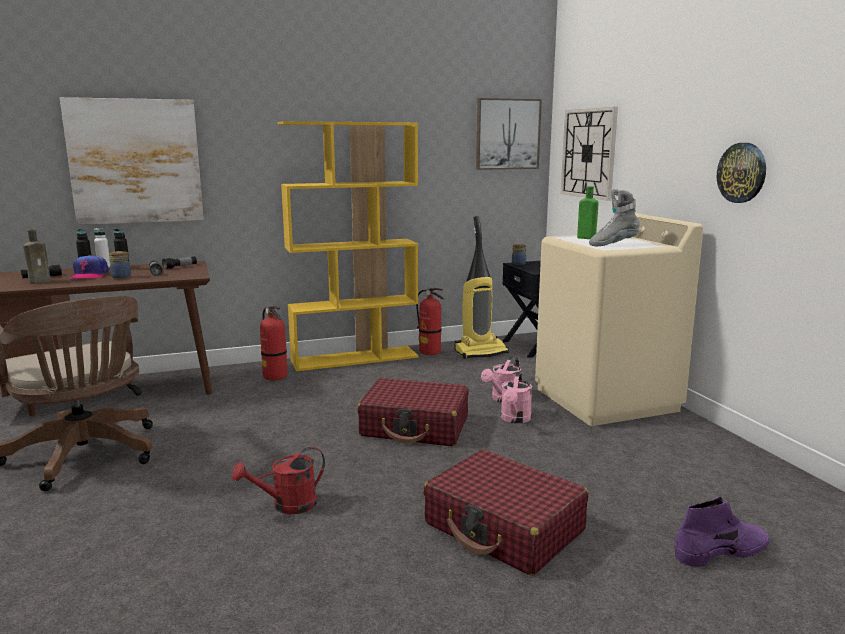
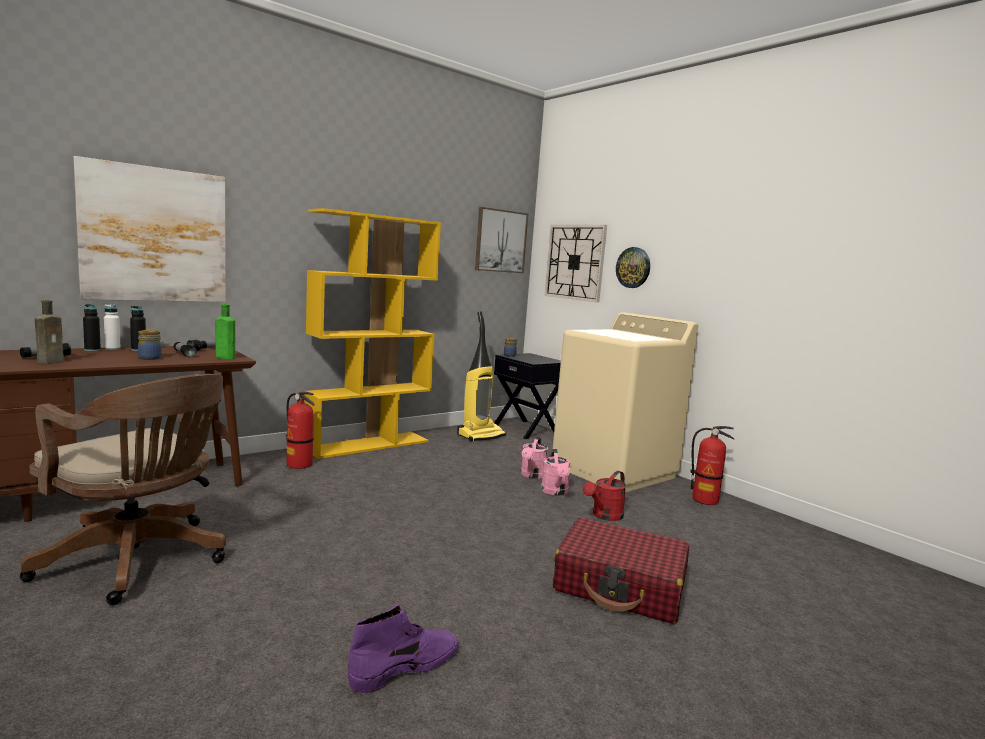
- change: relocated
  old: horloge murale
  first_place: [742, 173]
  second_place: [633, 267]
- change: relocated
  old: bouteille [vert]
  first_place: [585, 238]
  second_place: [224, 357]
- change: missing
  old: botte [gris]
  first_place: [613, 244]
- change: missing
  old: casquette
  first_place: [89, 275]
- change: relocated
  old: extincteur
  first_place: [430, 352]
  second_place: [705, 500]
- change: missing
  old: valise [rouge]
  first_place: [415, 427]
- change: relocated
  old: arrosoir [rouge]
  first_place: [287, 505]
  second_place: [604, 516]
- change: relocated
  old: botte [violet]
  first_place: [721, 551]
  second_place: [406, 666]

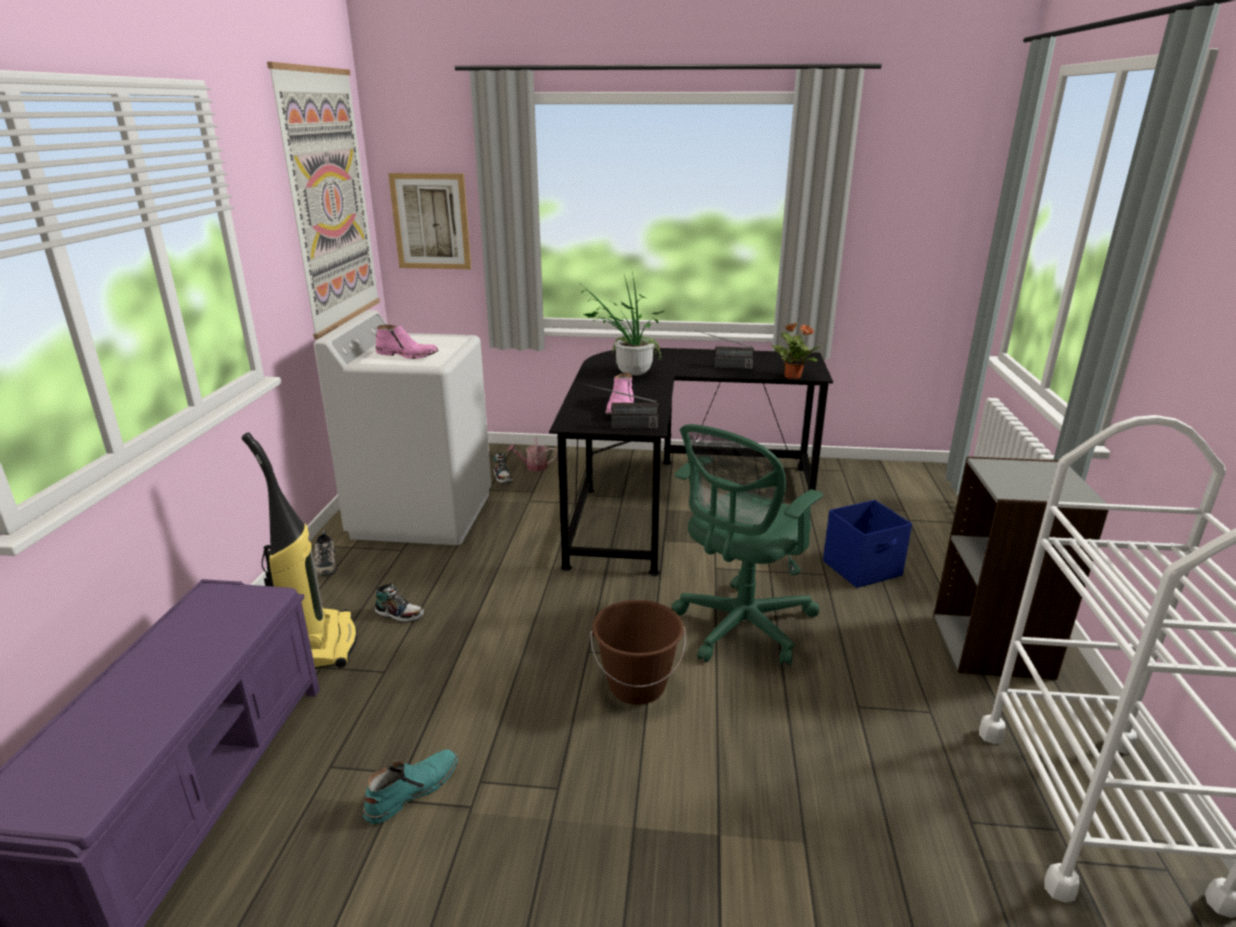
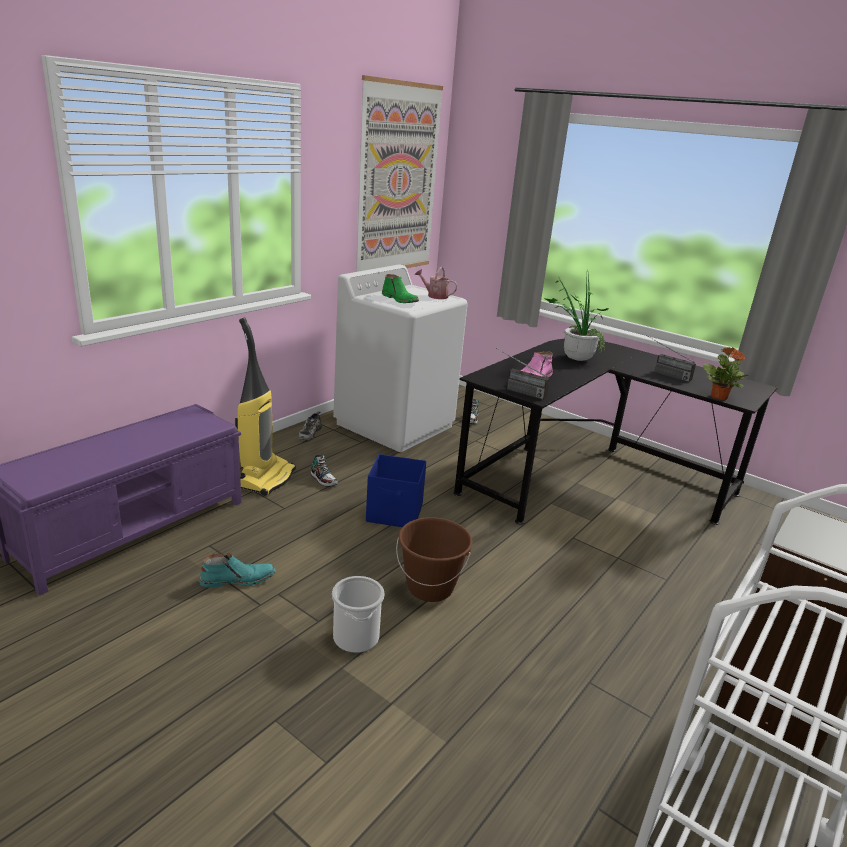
- change: missing
  old: tableau
  first_place: [431, 221]
- change: colour
  old: botte [rose]
  new: botte [vert]
  first_place: [408, 355]
  second_place: [400, 300]
- change: missing
  old: chaise de bureau [vert]
  first_place: [739, 628]
- change: relocated
  old: arrosoir
  first_place: [533, 466]
  second_place: [435, 296]
- change: relocated
  old: boîte de rangement [bleu]
  first_place: [863, 568]
  second_place: [395, 513]
- change: appeared
  new: seau
  second_place: [355, 637]

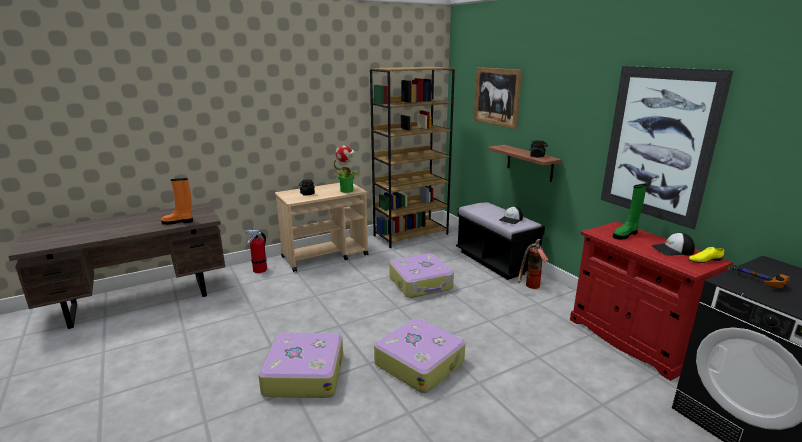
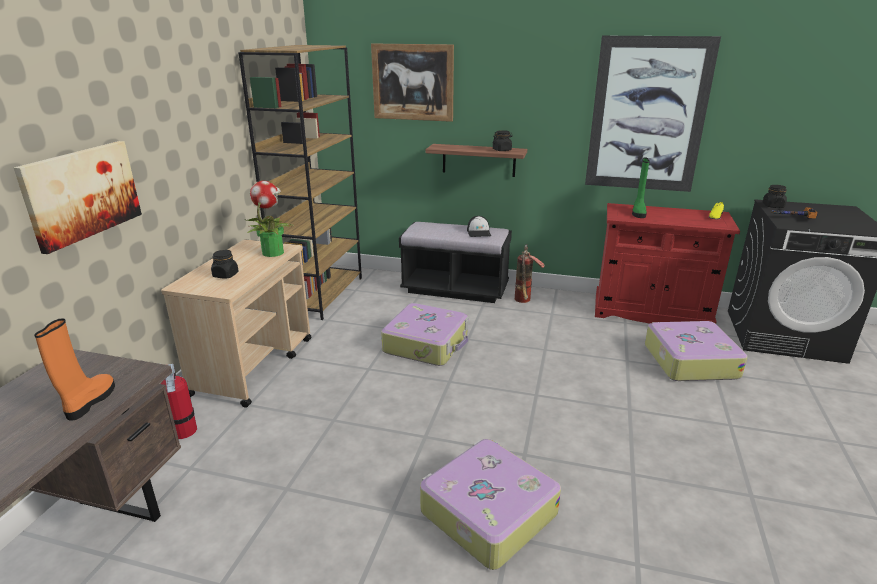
- change: spun
  old: botte [orange]
  first_place: [178, 222]
  second_place: [90, 402]
  degrees: 150
- change: missing
  old: casquette
  first_place: [672, 250]
- change: relocated
  old: valise
  first_place: [419, 362]
  second_place: [689, 361]
- change: appeared
  new: tableau
  second_place: [82, 193]
- change: appeared
  new: bocal [noir]
  second_place: [773, 206]

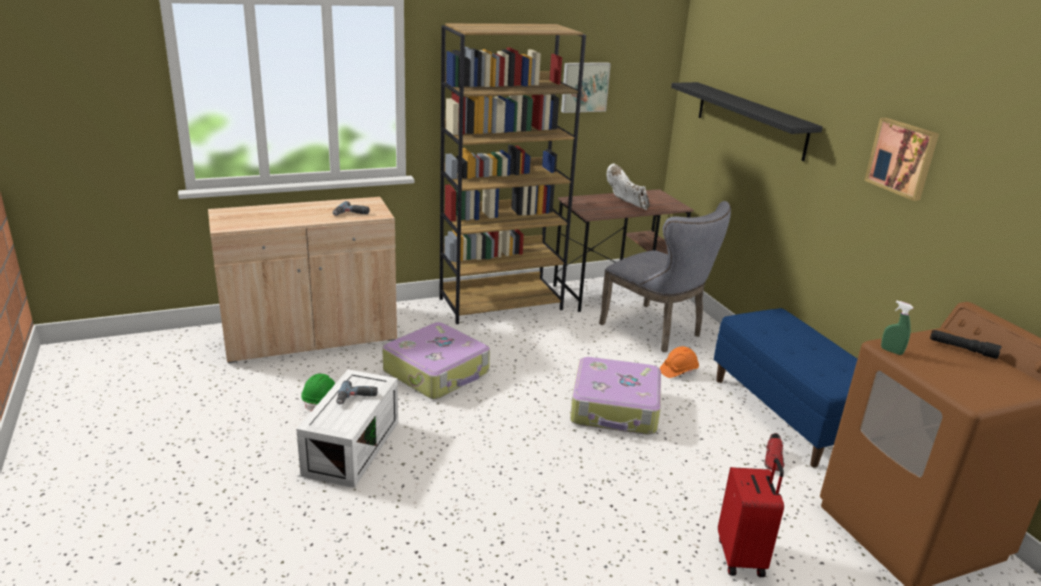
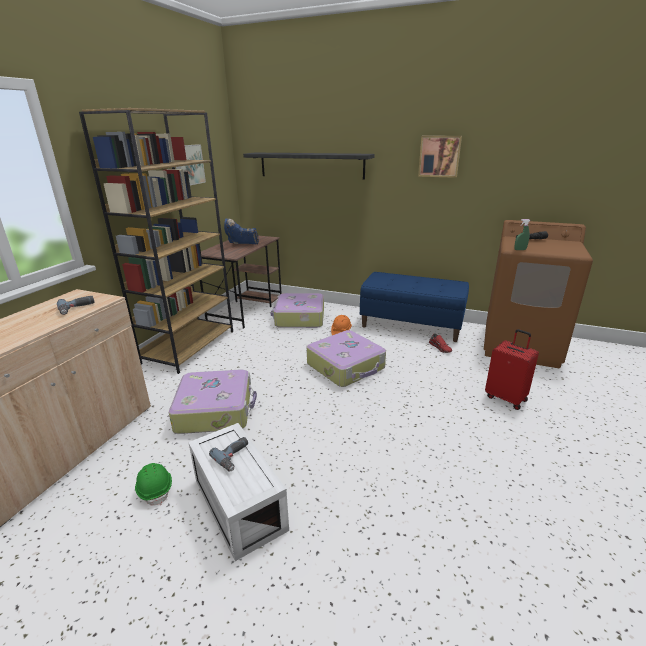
- change: colour
  old: botte [blanc]
  new: botte [bleu]
  first_place: [626, 204]
  second_place: [242, 245]
- change: exchanged
  old: chaise [gris]
  new: valise
  first_place: [657, 331]
  second_place: [299, 318]

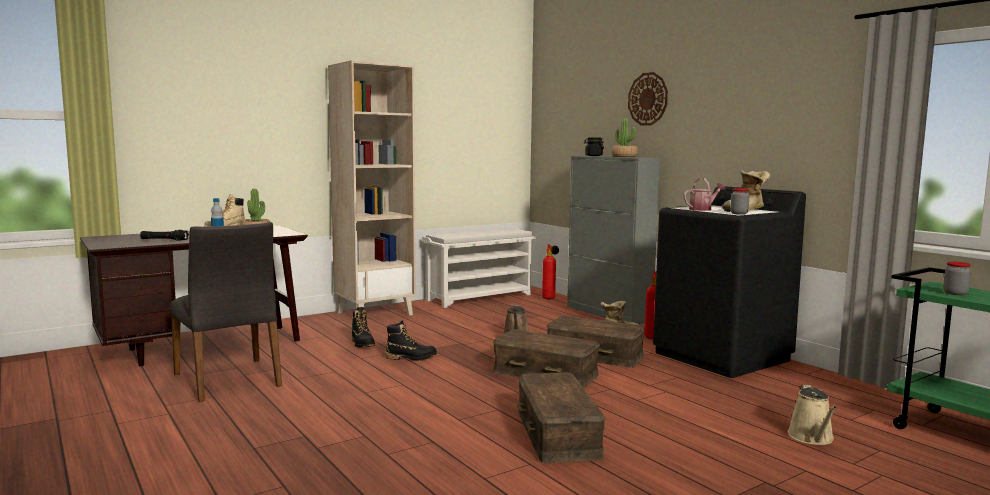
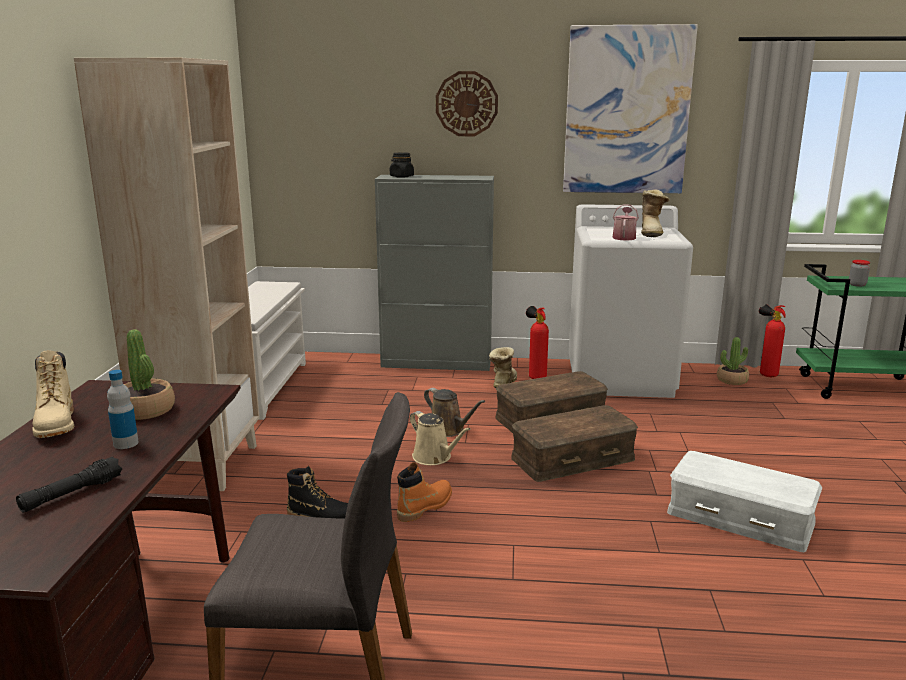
- change: relocated
  old: plante en pot
  first_place: [624, 157]
  second_place: [732, 380]
- change: colour
  old: lave-linge [noir]
  new: lave-linge [blanc]
  first_place: [722, 356]
  second_place: [620, 378]
- change: missing
  old: bocal
  first_place: [739, 213]
- change: relocated
  old: extincteur
  first_place: [549, 298]
  second_place: [765, 374]
- change: colour
  old: botte [noir]
  new: botte [orange]
  first_place: [411, 358]
  second_place: [425, 507]
- change: colour
  old: boîte de rangement [marron]
  new: boîte de rangement [blanc]
  first_place: [559, 433]
  second_place: [740, 516]
- change: relocated
  old: arrosoir [beige]
  first_place: [812, 438]
  second_place: [434, 457]
- change: appeared
  new: tableau
  second_place: [627, 111]

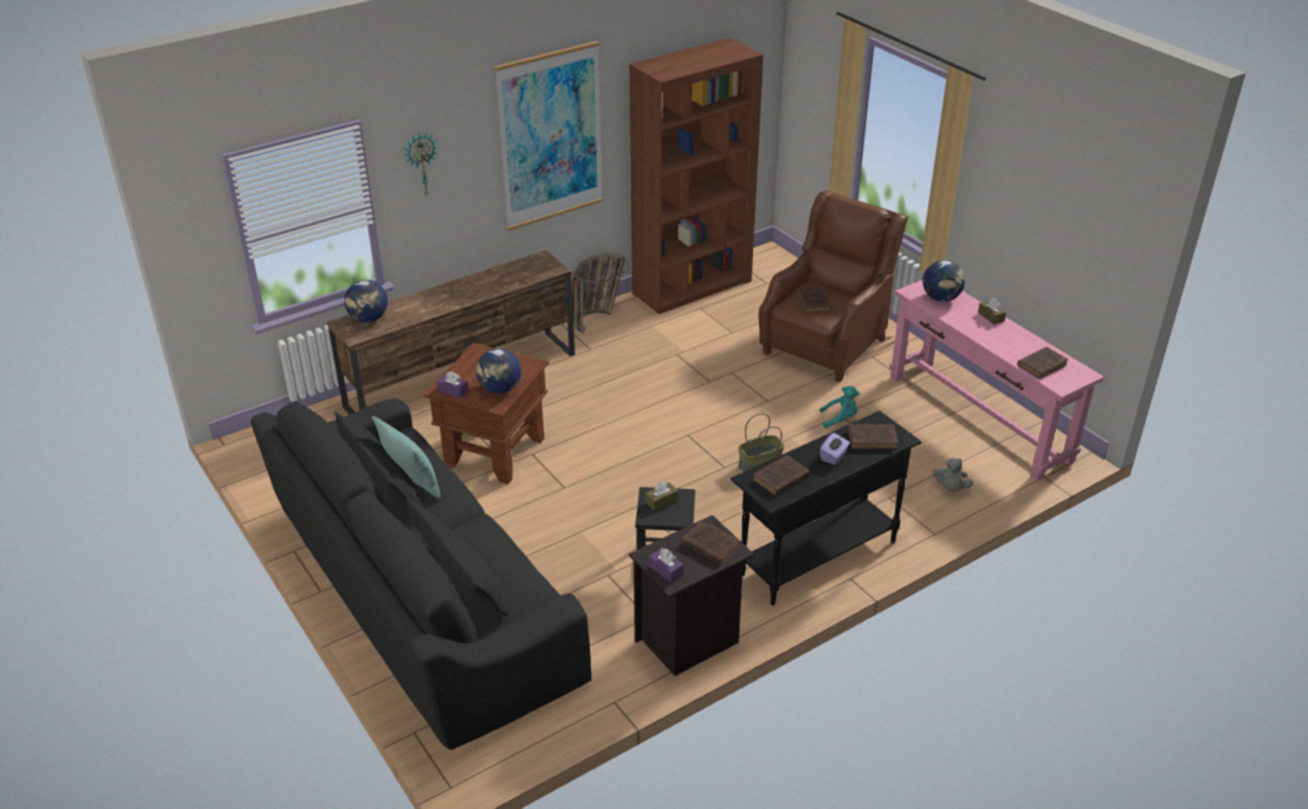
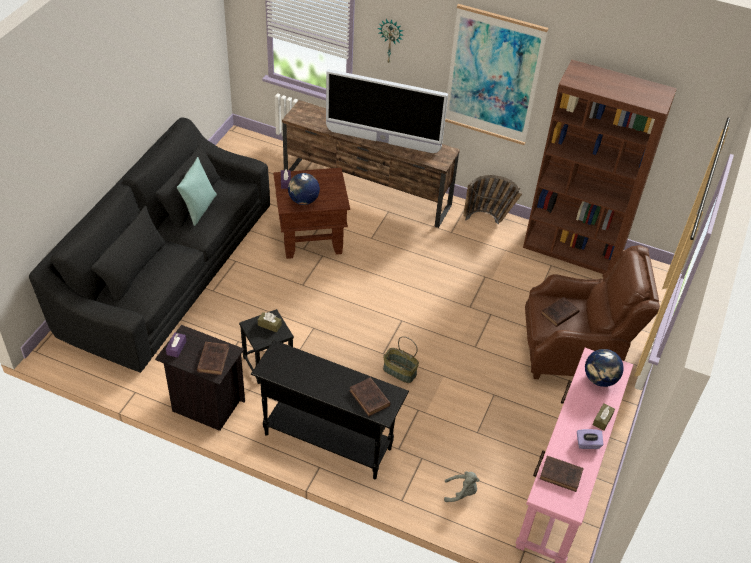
- change: missing
  old: globe
  first_place: [369, 319]
- change: missing
  old: peluche [turquoise]
  first_place: [840, 419]
- change: relocated
  old: boîte à mouchoirs [violet]
  first_place: [833, 456]
  second_place: [588, 444]
- change: missing
  old: livre [marron]
  first_place: [779, 479]
- change: spun
  old: peluche [gris]
  first_place: [950, 488]
  second_place: [461, 492]
  degrees: -150
- change: appeared
  new: téléviseur
  second_place: [382, 141]

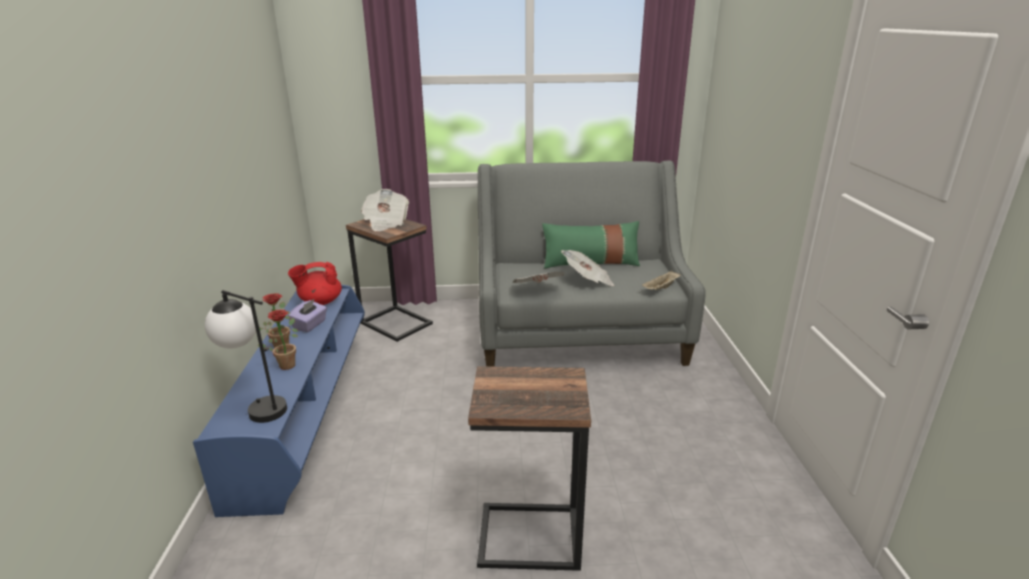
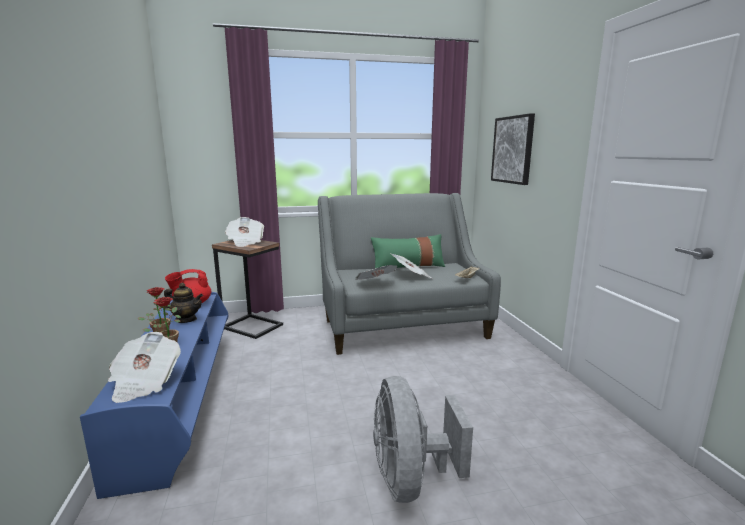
- change: exchanged
  old: lampe de table
  new: journal
  first_place: [257, 407]
  second_place: [144, 383]
- change: exchanged
  old: boîte à mouchoirs [violet]
  new: théière
  first_place: [310, 325]
  second_place: [186, 320]
- change: exchanged
  old: table d'appoint
  new: ventilateur [gris]
  first_place: [530, 538]
  second_place: [411, 479]
- change: appeared
  new: tableau
  second_place: [513, 150]

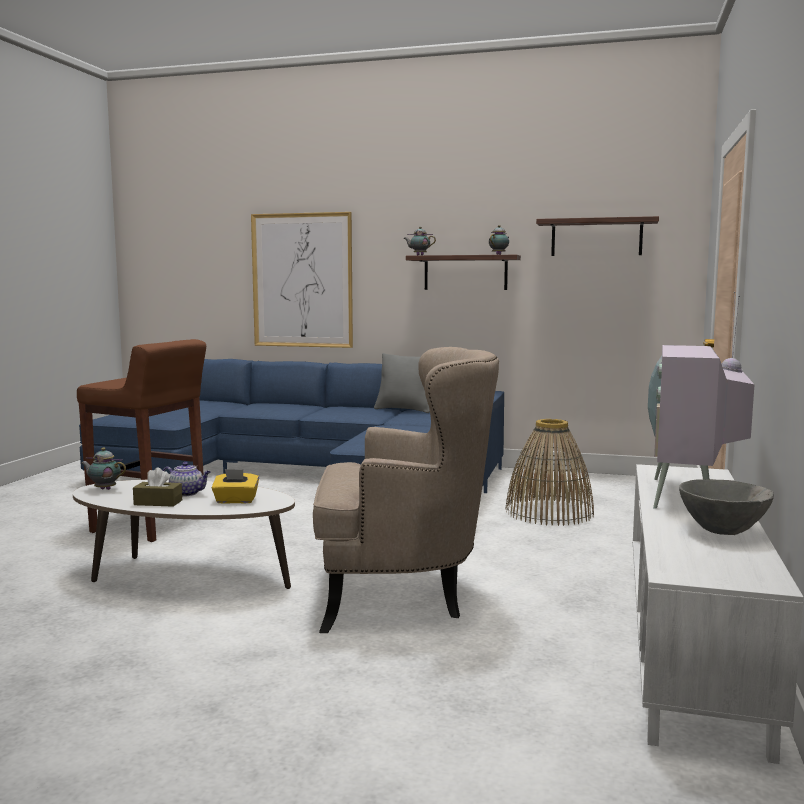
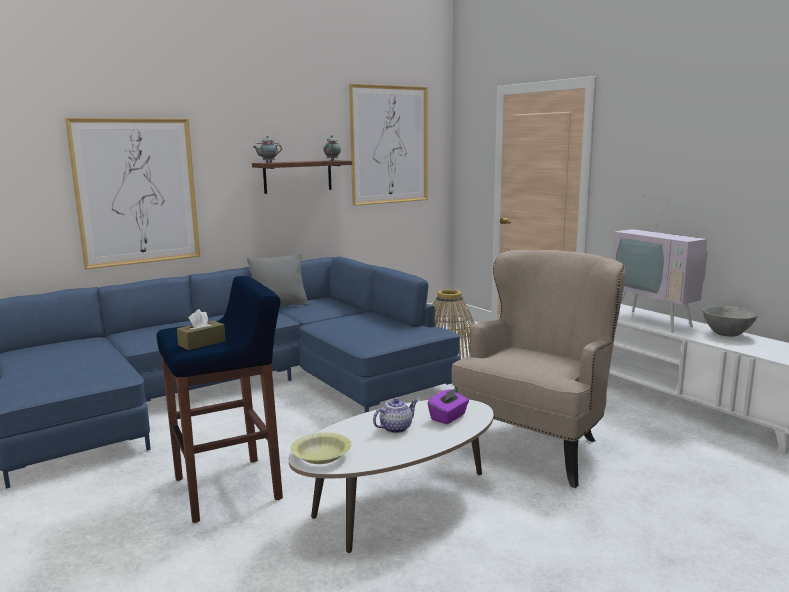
- change: exchanged
  old: étagère
  new: tableau
  first_place: [596, 237]
  second_place: [389, 145]
- change: colour
  old: tabouret [marron]
  new: tabouret [bleu]
  first_place: [150, 525]
  second_place: [229, 488]
- change: exchanged
  old: théière
  new: bol [jaune]
  first_place: [104, 489]
  second_place: [321, 456]
- change: relocated
  old: boîte à mouchoirs [marron]
  first_place: [158, 502]
  second_place: [202, 343]
- change: colour
  old: boîte à mouchoirs [jaune]
  new: boîte à mouchoirs [violet]
  first_place: [236, 501]
  second_place: [448, 417]

